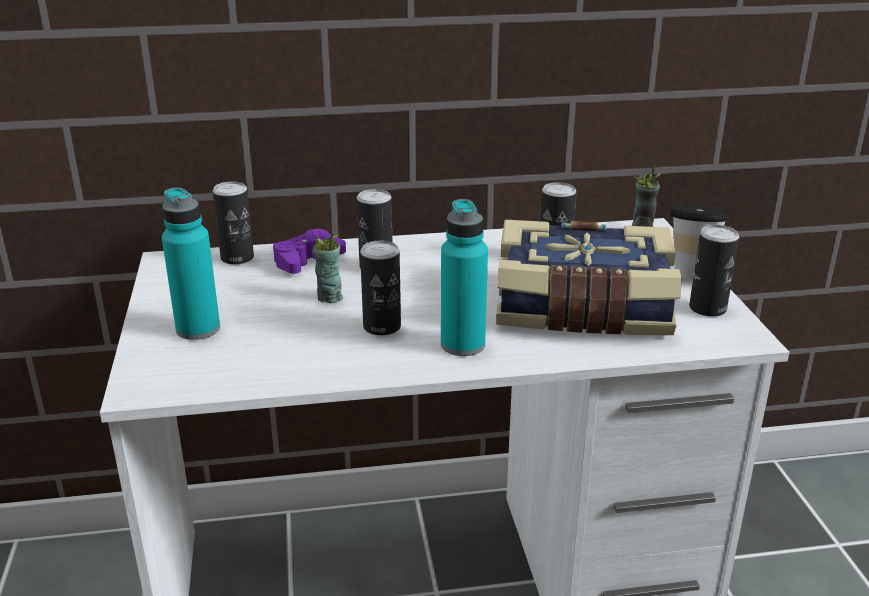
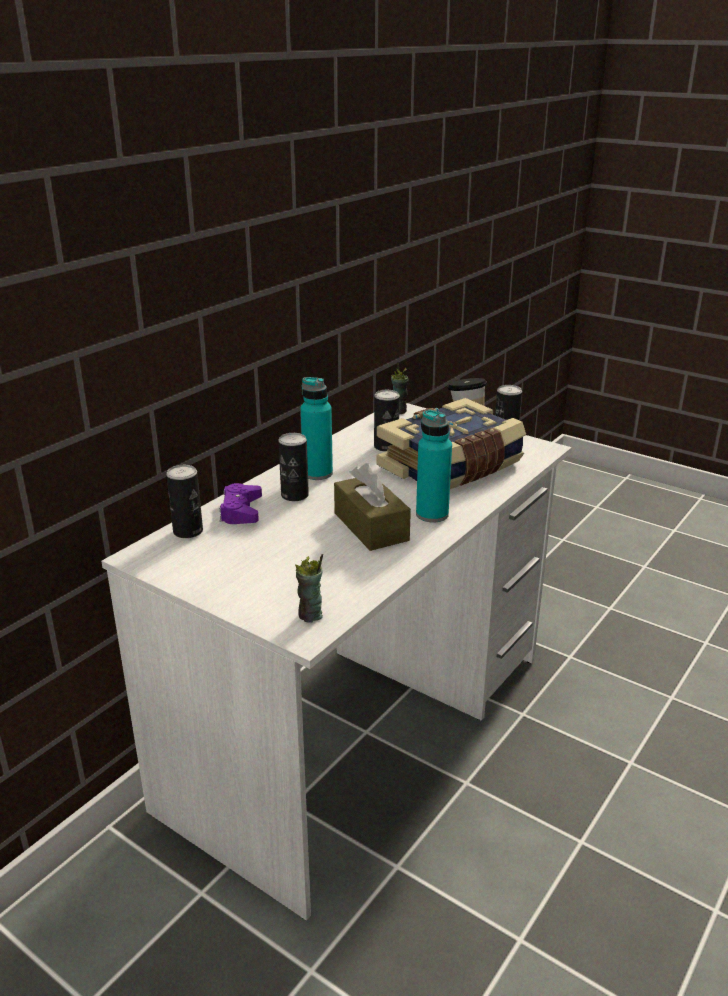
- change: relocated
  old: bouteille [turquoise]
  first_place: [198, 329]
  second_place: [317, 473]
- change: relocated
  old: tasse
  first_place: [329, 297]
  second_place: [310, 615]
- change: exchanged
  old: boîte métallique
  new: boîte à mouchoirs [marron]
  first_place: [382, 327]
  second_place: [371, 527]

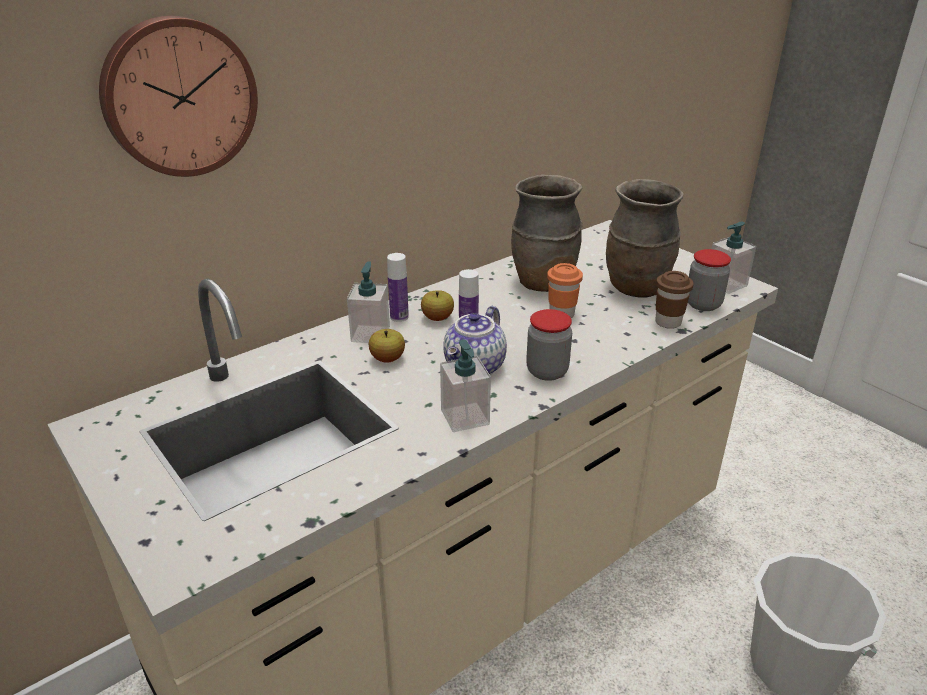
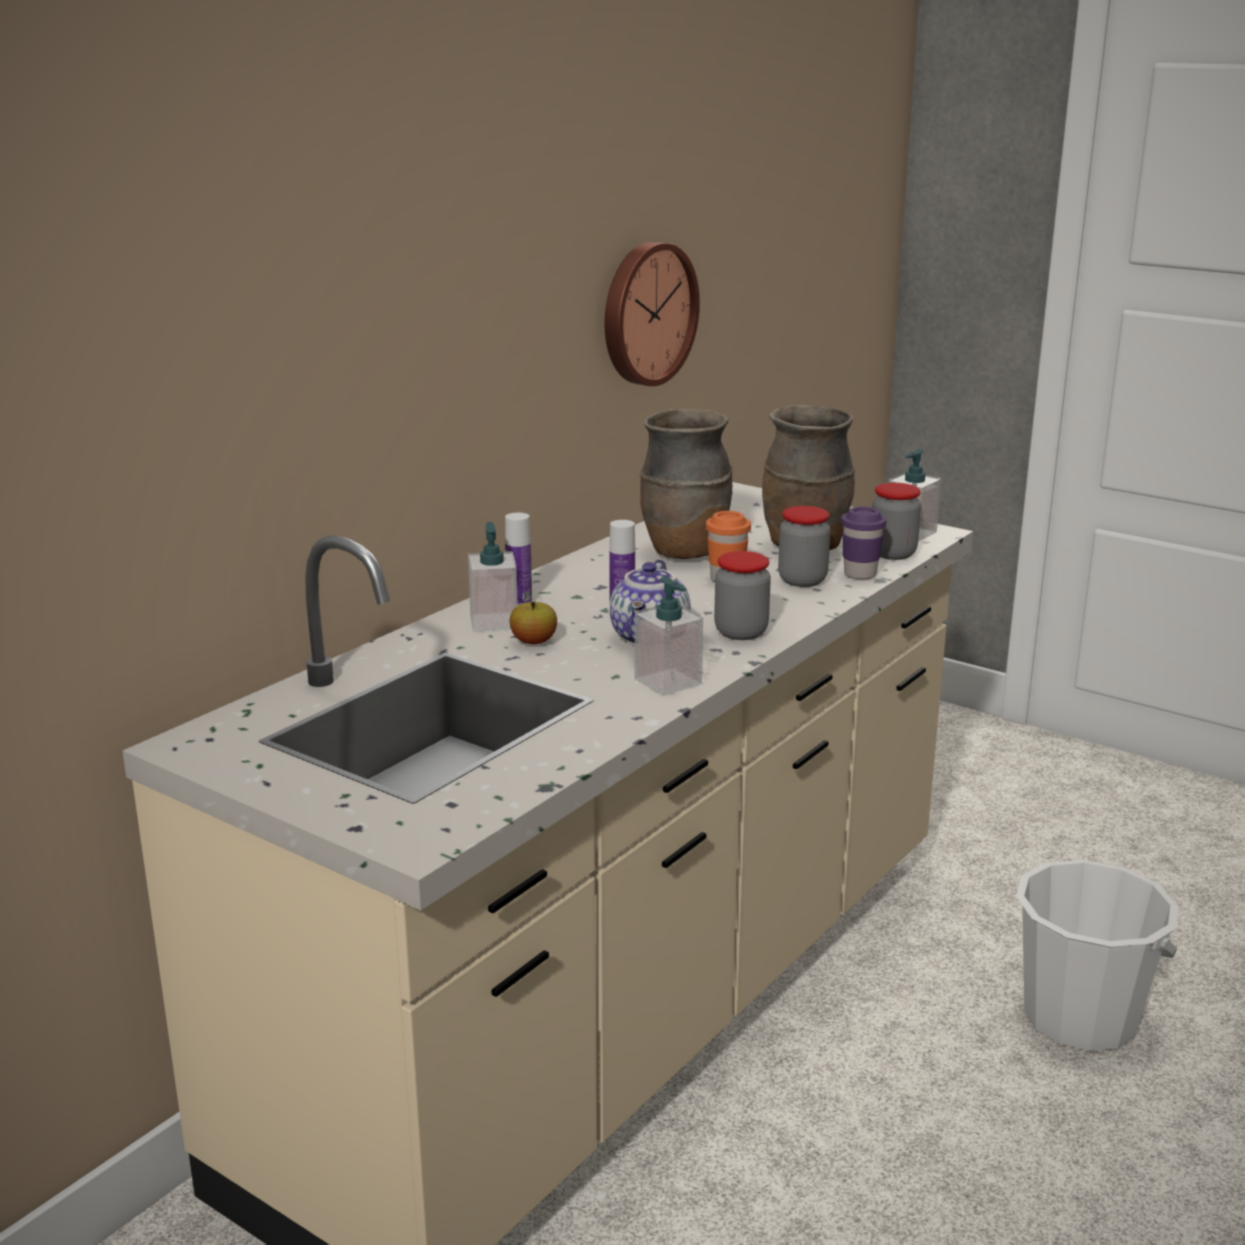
- change: relocated
  old: horloge murale
  first_place: [178, 97]
  second_place: [646, 313]
- change: colour
  old: tasse [marron]
  new: tasse [violet]
  first_place: [668, 322]
  second_place: [860, 574]
- change: missing
  old: pomme
  first_place: [437, 318]
- change: appeared
  new: bocal
  second_place: [802, 580]

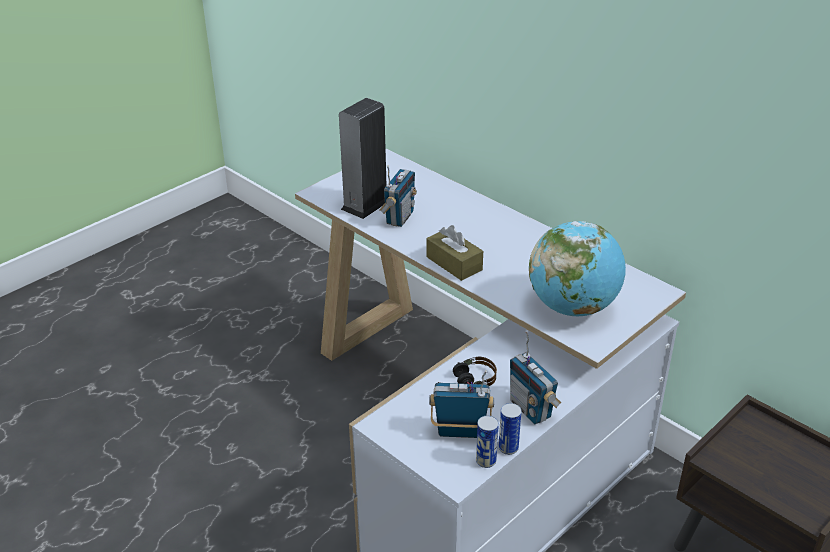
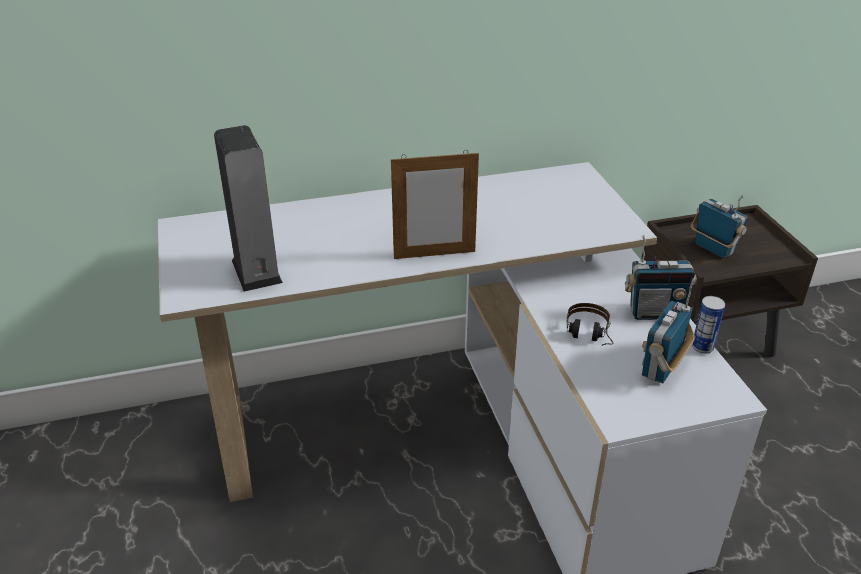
- change: relocated
  old: radio
  first_place: [399, 217]
  second_place: [713, 249]
- change: missing
  old: globe
  first_place: [573, 307]
- change: exchanged
  old: boîte à mouchoirs [marron]
  new: cadre photo
  first_place: [454, 263]
  second_place: [434, 255]
- change: missing
  old: boîte métallique
  first_place: [486, 461]

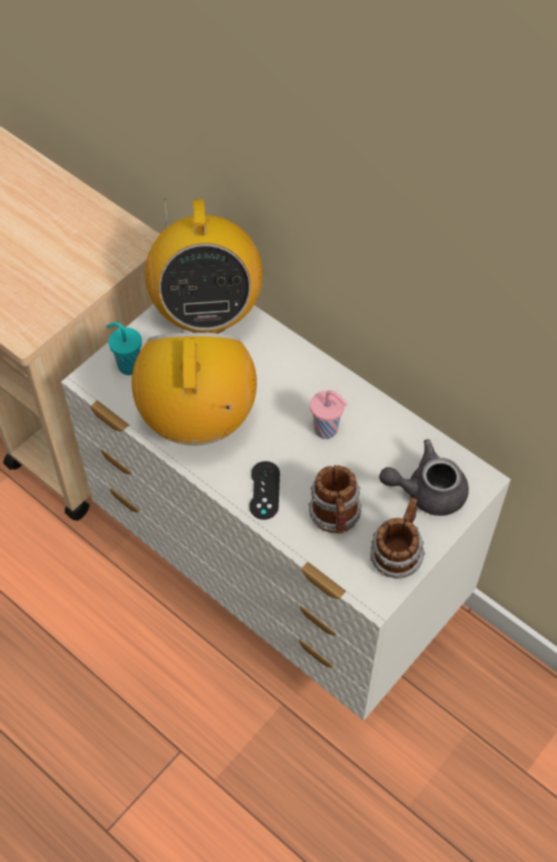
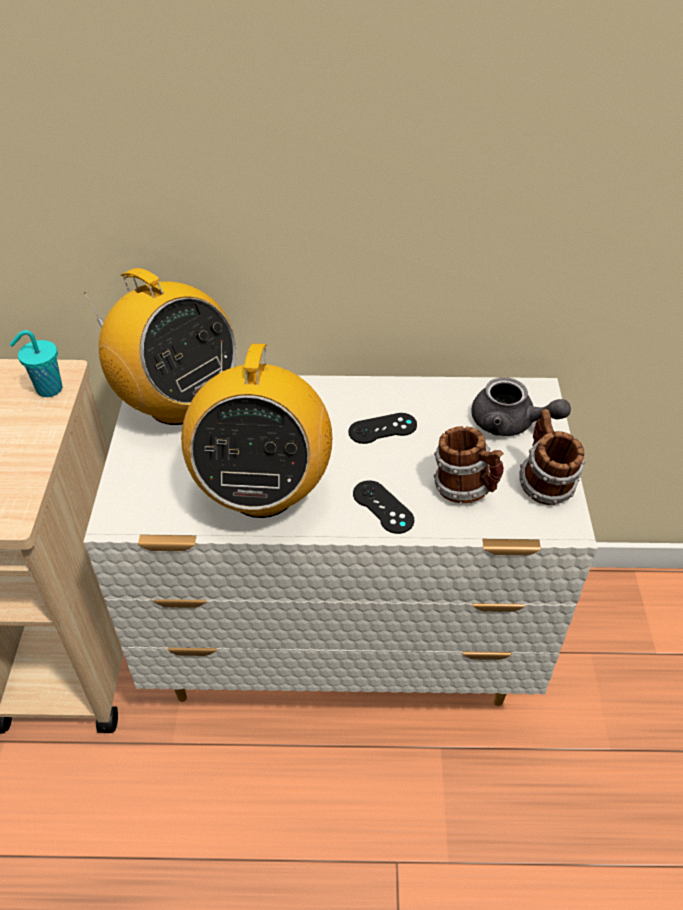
- change: relocated
  old: tasse [turquoise]
  first_place: [128, 366]
  second_place: [47, 389]
- change: spun
  old: radio
  first_place: [198, 422]
  second_place: [262, 491]
  degrees: -135
- change: exchanged
  old: tasse [rose]
  new: manette [noir]
  first_place: [327, 430]
  second_place: [382, 428]
- change: spun
  old: théière [gris]
  first_place: [426, 491]
  second_place: [510, 424]
  degrees: -105

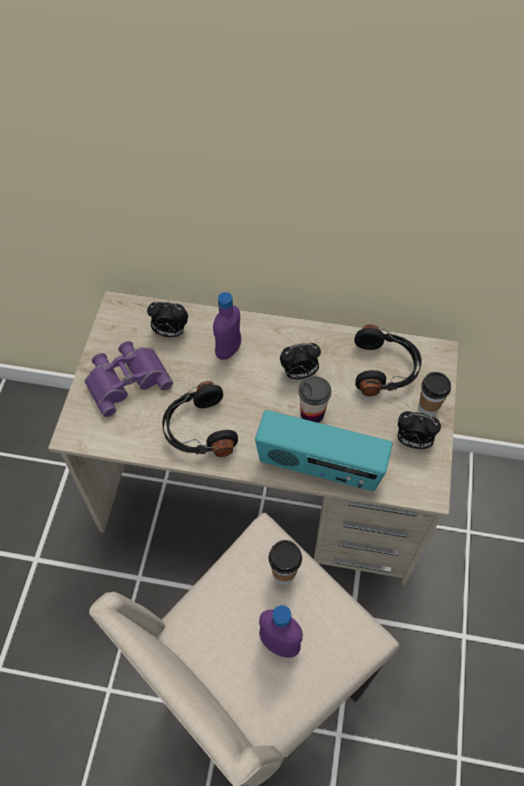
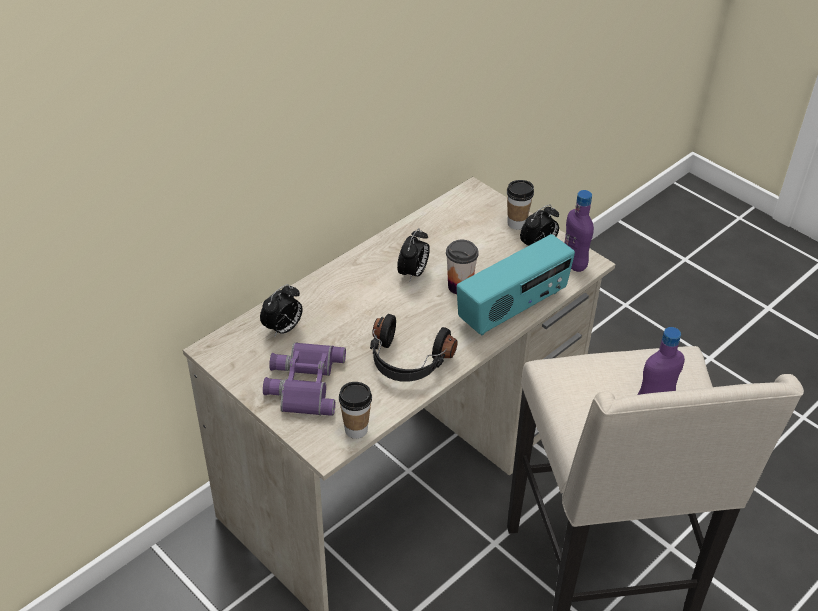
- change: relocated
  old: bouteille [violet]
  first_place: [228, 350]
  second_place: [574, 263]
- change: missing
  old: casque audio [noir]
  first_place: [385, 368]
- change: relocated
  old: tasse
  first_place: [284, 573]
  second_place: [356, 429]

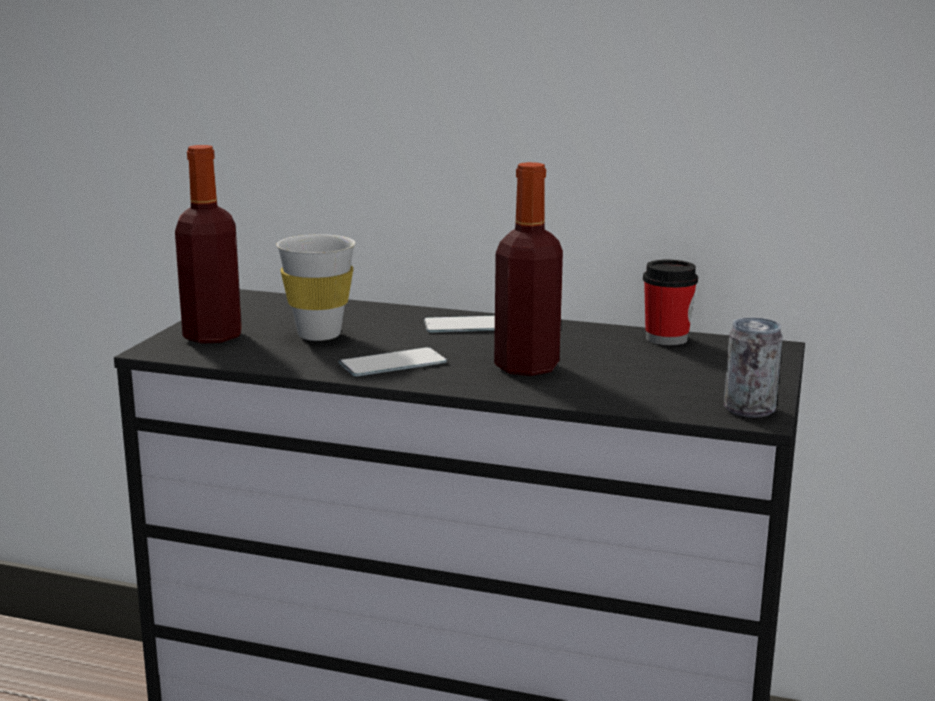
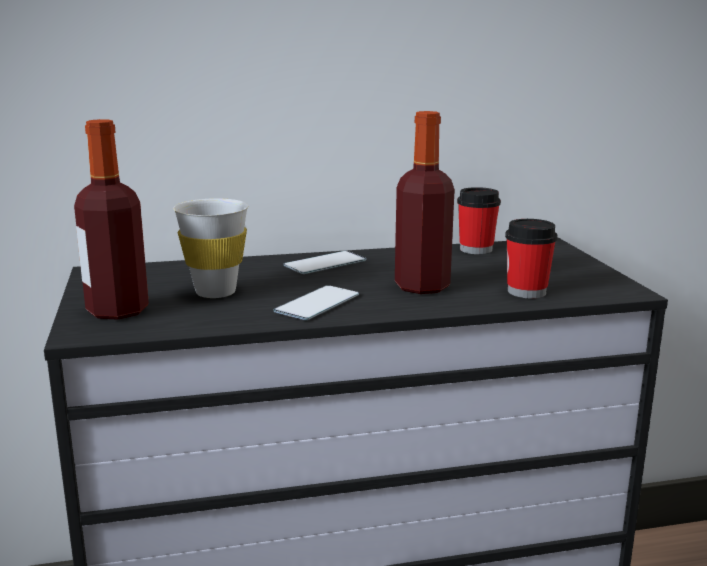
- change: missing
  old: boîte métallique
  first_place: [749, 409]
- change: appeared
  new: tasse
  second_place: [526, 292]

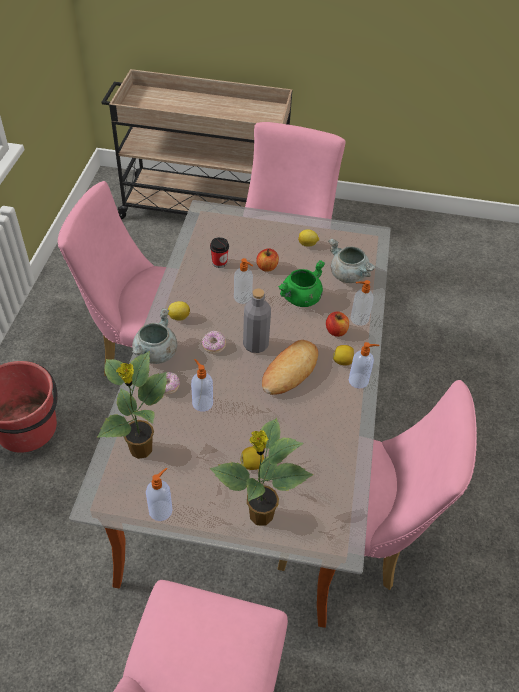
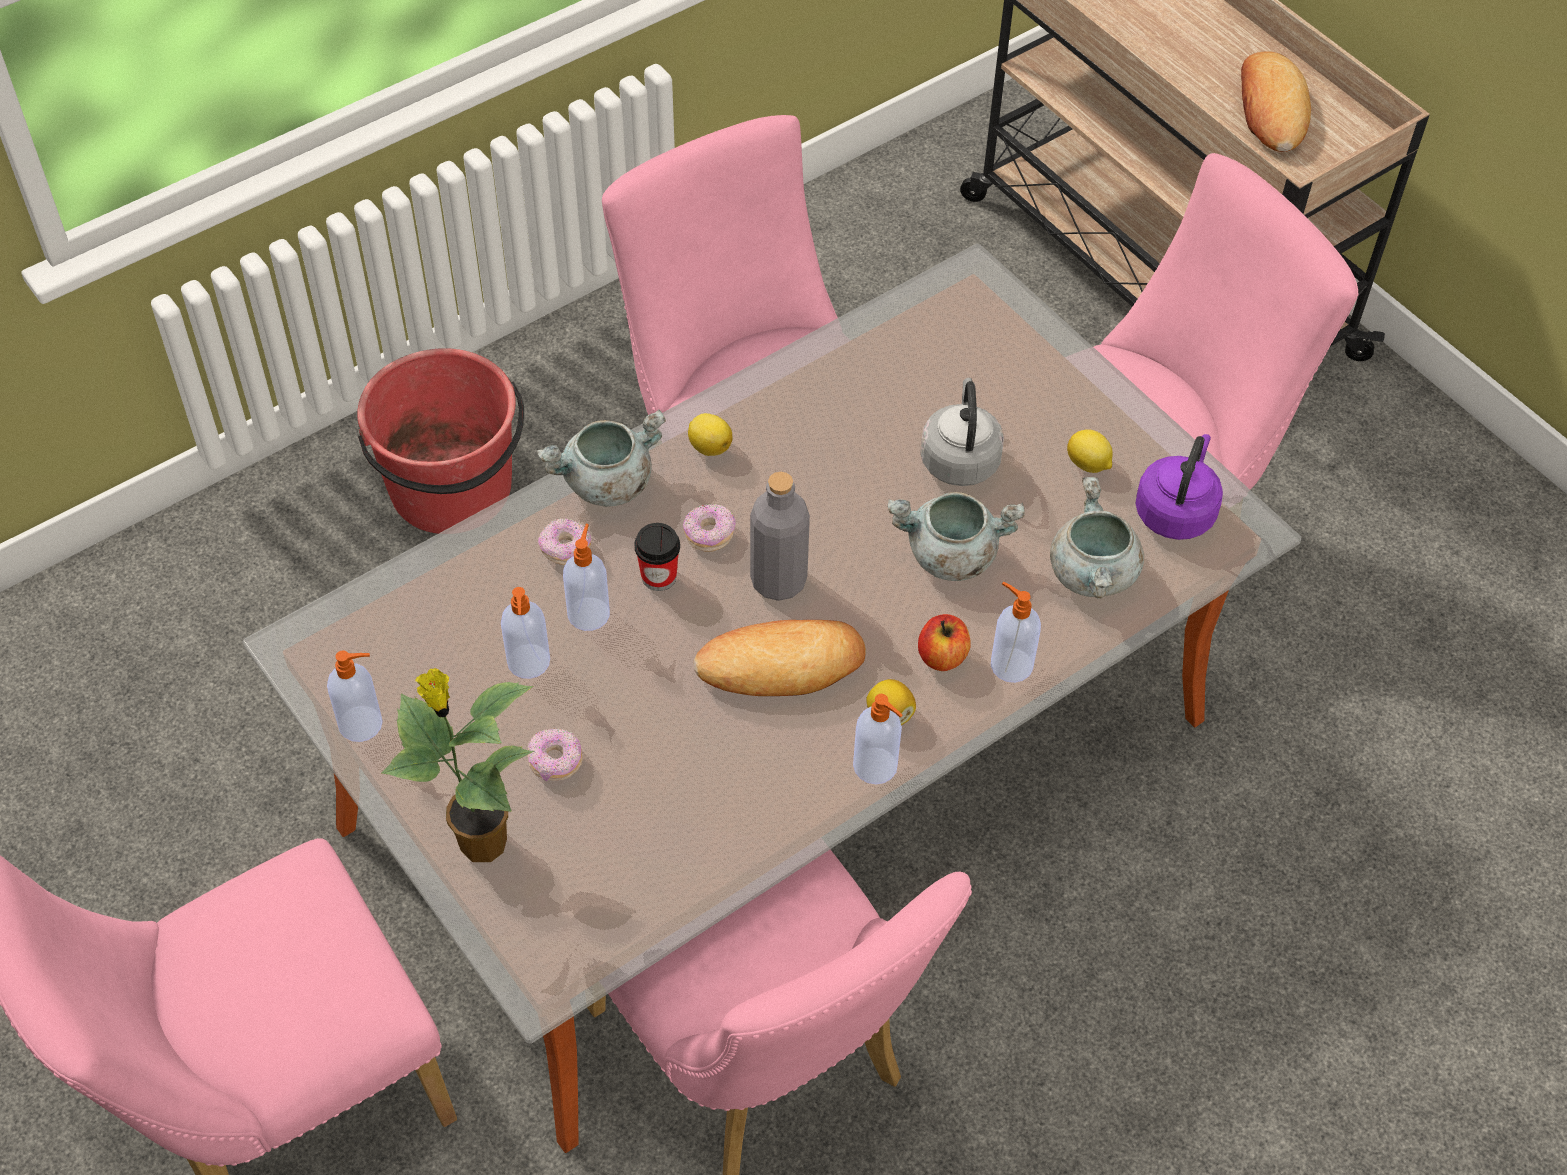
- change: relocated
  old: tasse
  first_place: [219, 263]
  second_place: [659, 577]
- change: exchanged
  old: pomme
  new: bouilloire [gris]
  first_place: [267, 267]
  second_place: [959, 458]
- change: relocated
  old: distributeur de savon
  first_place: [243, 298]
  second_place: [528, 663]
- change: colour
  old: marmite [vert]
  new: marmite [gris]
  first_place: [300, 299]
  second_place: [950, 556]
- change: missing
  old: plante en pot
  first_place: [141, 450]
- change: exchanged
  old: citron
  new: beignet
  first_place: [252, 464]
  second_place: [555, 761]
- change: appeared
  new: pain
  second_place: [1271, 110]
- change: appeared
  new: bouilloire [violet]
  second_place: [1176, 511]

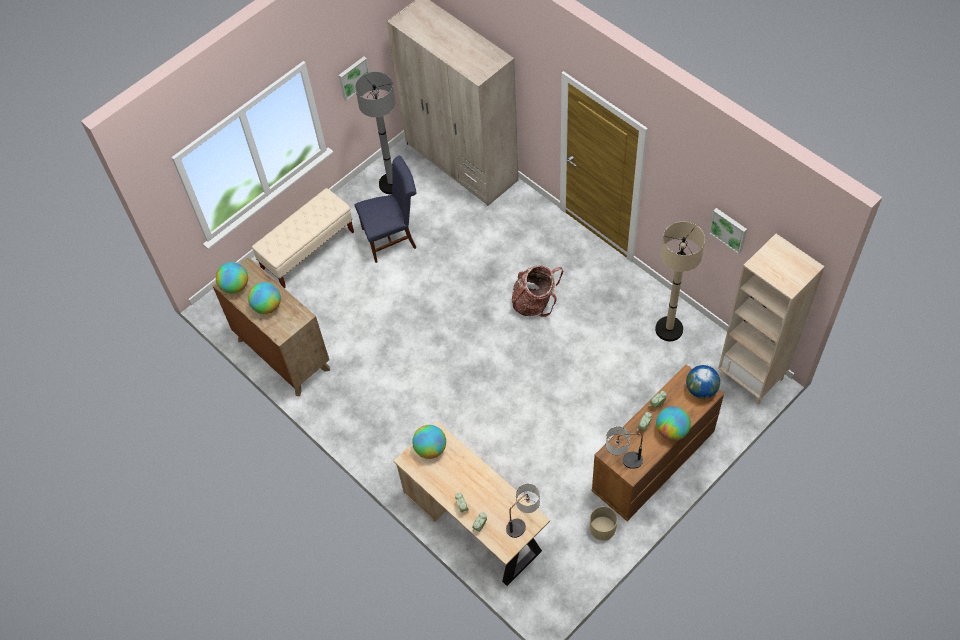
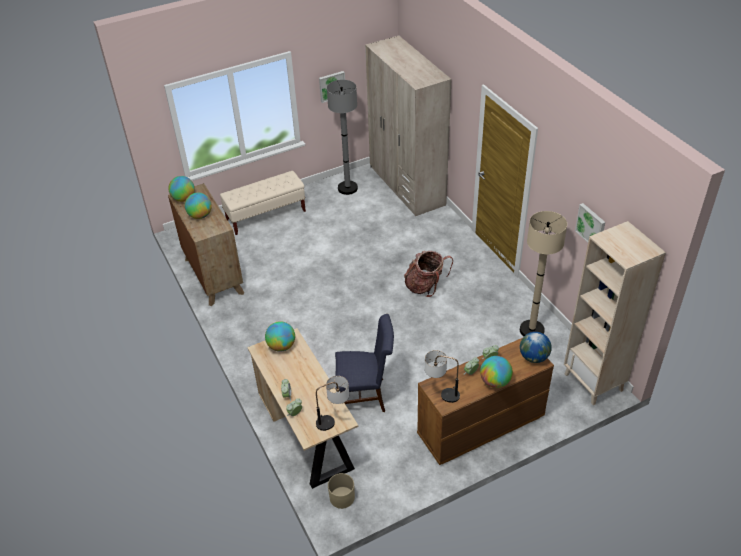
- change: relocated
  old: chaise [bleu]
  first_place: [393, 237]
  second_place: [366, 395]
- change: relocated
  old: cache-pot [beige]
  first_place: [603, 528]
  second_place: [342, 497]

